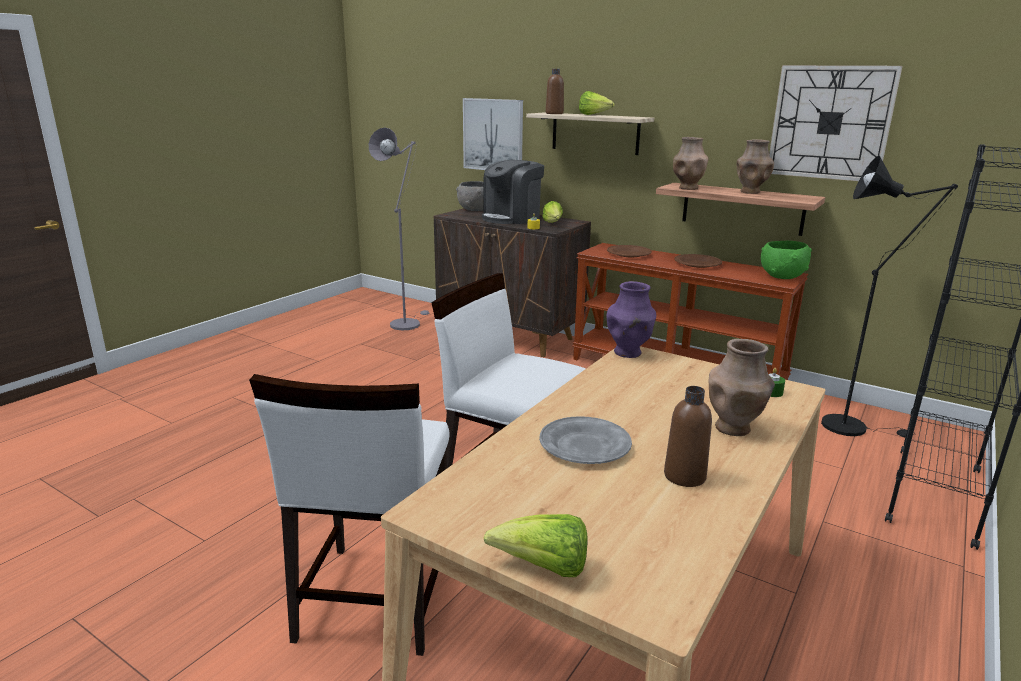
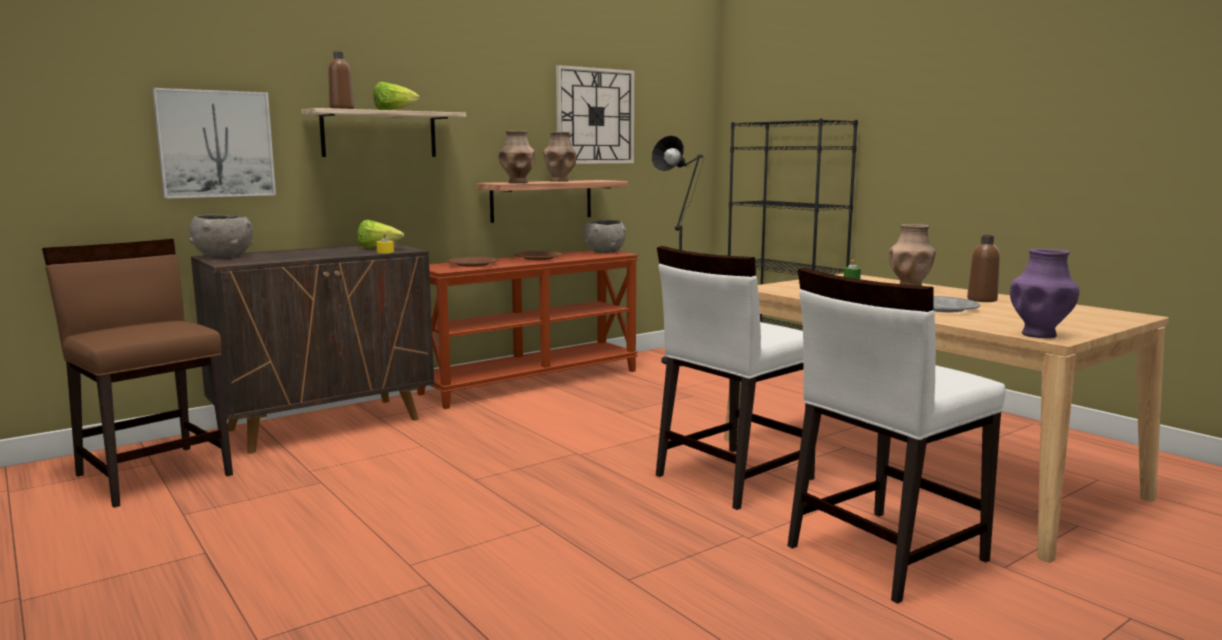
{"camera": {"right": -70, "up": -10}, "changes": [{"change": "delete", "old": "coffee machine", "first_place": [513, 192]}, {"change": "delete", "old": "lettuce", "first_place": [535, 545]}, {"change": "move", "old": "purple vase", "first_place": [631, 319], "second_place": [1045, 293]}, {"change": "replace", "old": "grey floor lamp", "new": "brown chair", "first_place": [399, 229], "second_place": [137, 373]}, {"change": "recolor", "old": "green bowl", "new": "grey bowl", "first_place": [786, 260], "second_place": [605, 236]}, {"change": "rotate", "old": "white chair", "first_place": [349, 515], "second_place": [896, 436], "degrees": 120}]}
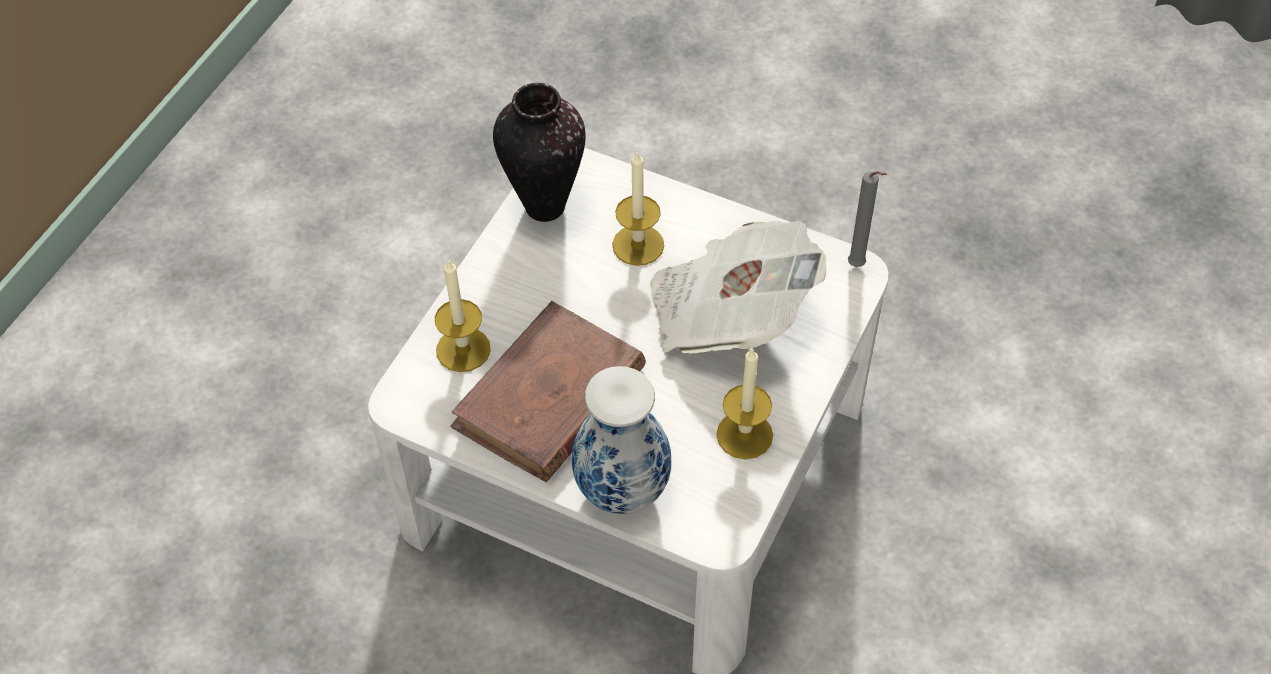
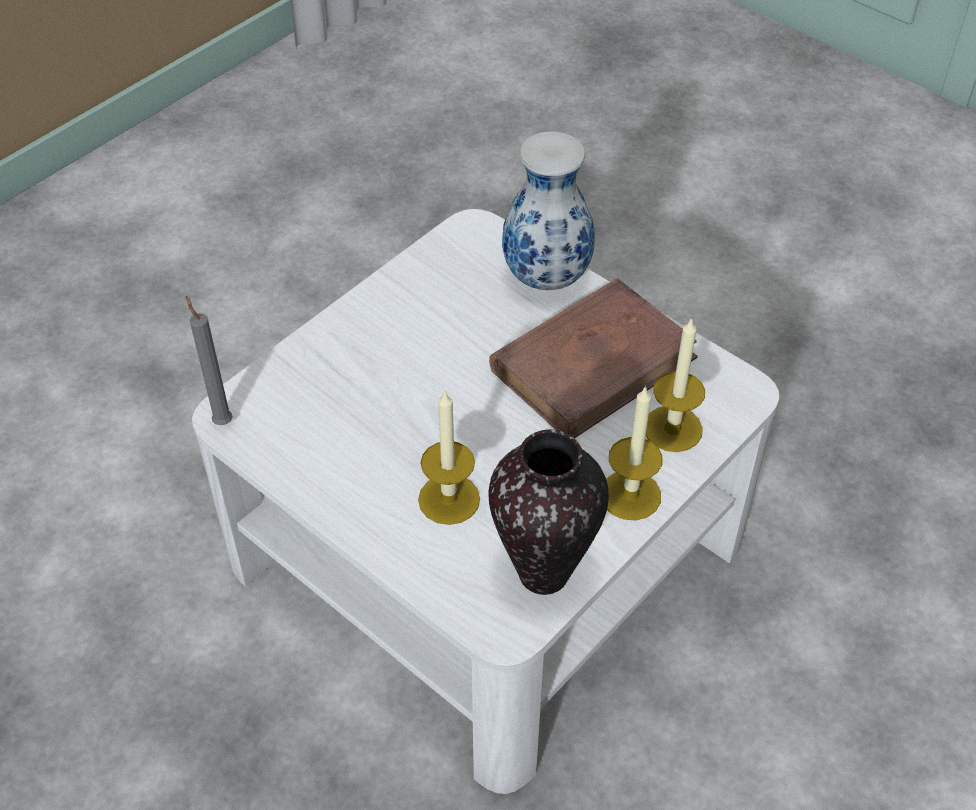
{"camera": {"right": -165, "up": -5}, "changes": [{"change": "delete", "old": "newspaper", "first_place": [738, 287]}, {"change": "move", "old": "candle", "first_place": [744, 403], "second_place": [634, 452]}]}
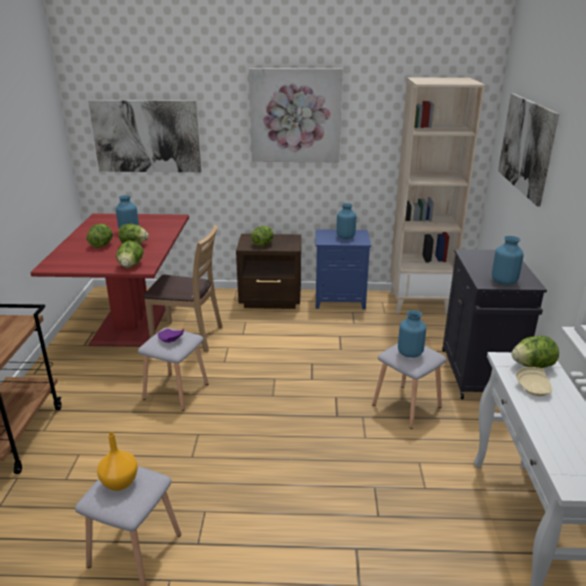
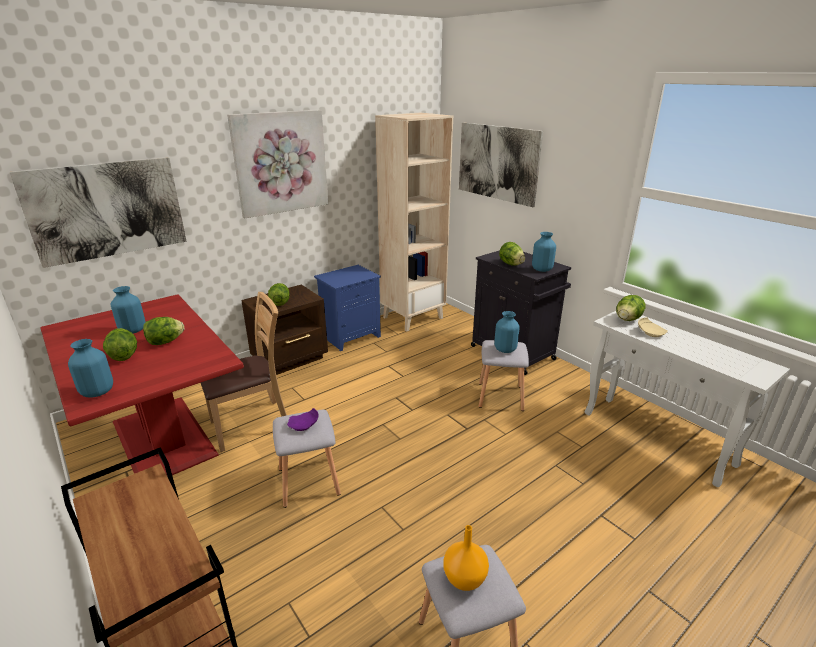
{"camera": {"right": -40, "up": 0}, "changes": [{"change": "move", "old": "lettuce", "first_place": [130, 254], "second_place": [512, 254]}, {"change": "move", "old": "blue vase", "first_place": [346, 221], "second_place": [90, 368]}]}
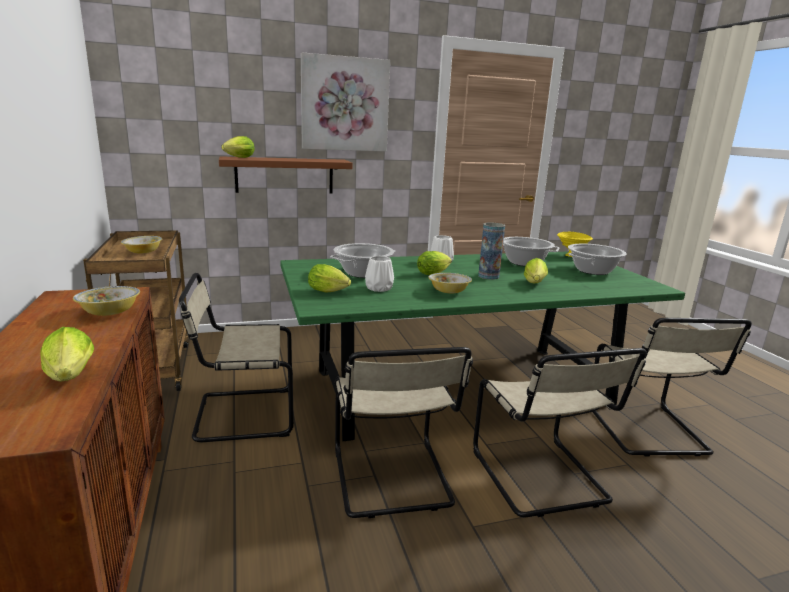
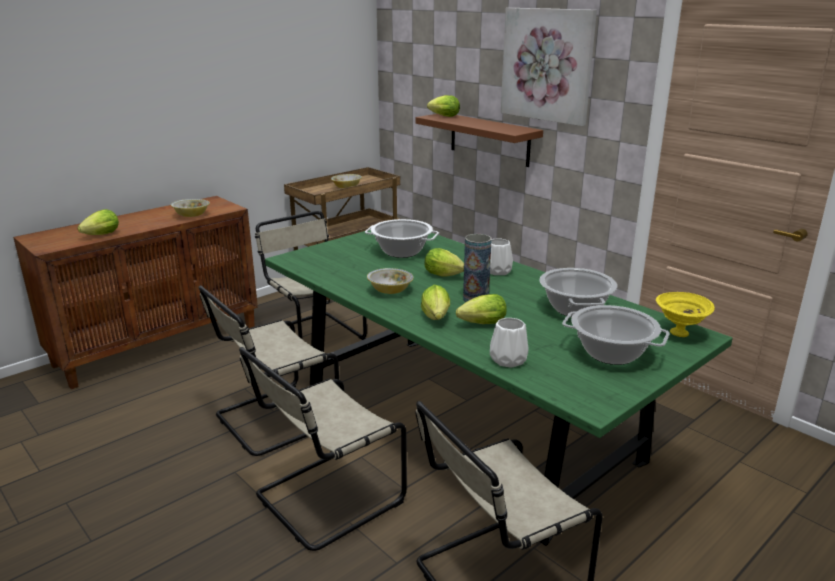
{"camera": {"right": 65, "up": 5}, "changes": [{"change": "move", "old": "lettuce", "first_place": [329, 278], "second_place": [435, 302]}, {"change": "move", "old": "white vase", "first_place": [379, 274], "second_place": [509, 343]}]}
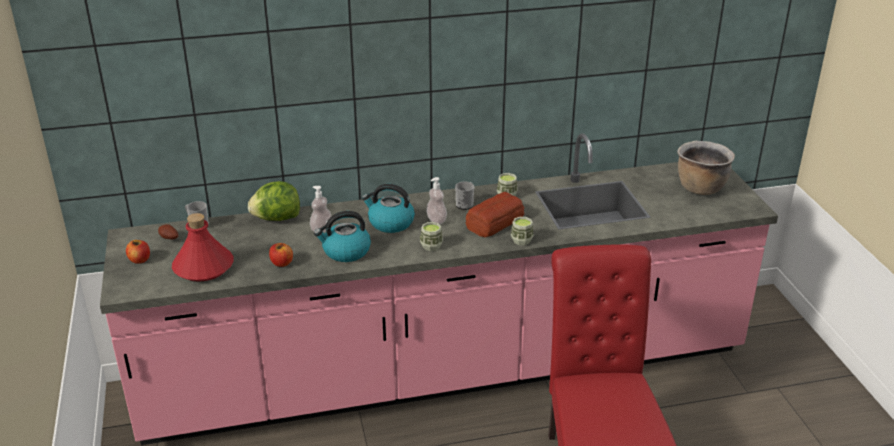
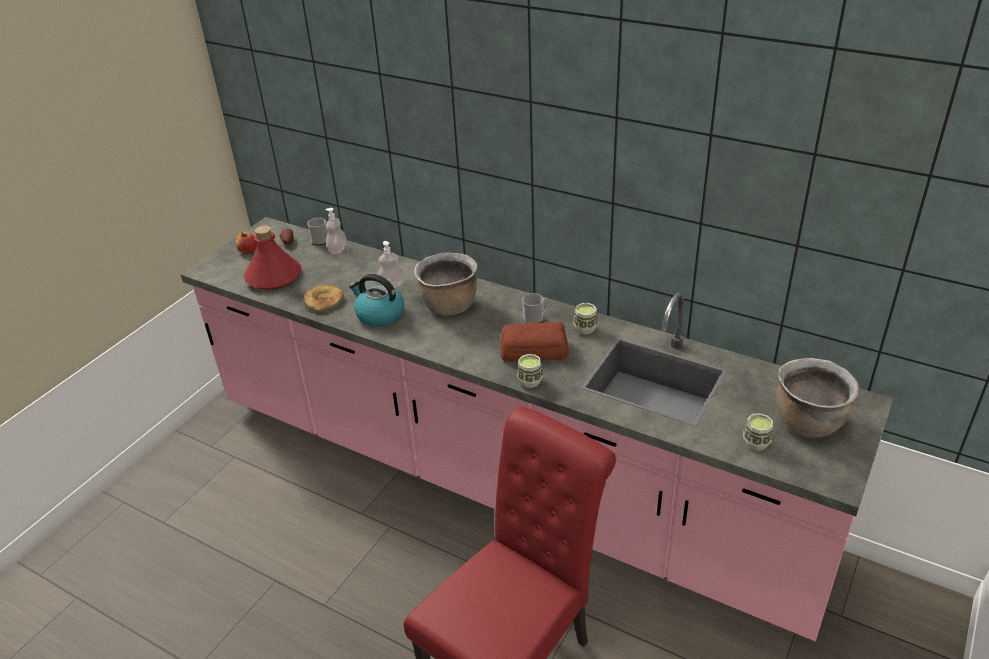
{"camera": {"right": 45, "up": 5}, "changes": [{"change": "delete", "old": "lettuce", "first_place": [274, 201]}, {"change": "move", "old": "cup", "first_place": [431, 236], "second_place": [758, 432]}, {"change": "move", "old": "soap dispenser", "first_place": [436, 200], "second_place": [335, 231]}, {"change": "replace", "old": "apple", "new": "bread", "first_place": [281, 255], "second_place": [323, 298]}, {"change": "replace", "old": "kettle", "new": "brown cooking pot", "first_place": [388, 208], "second_place": [445, 284]}]}
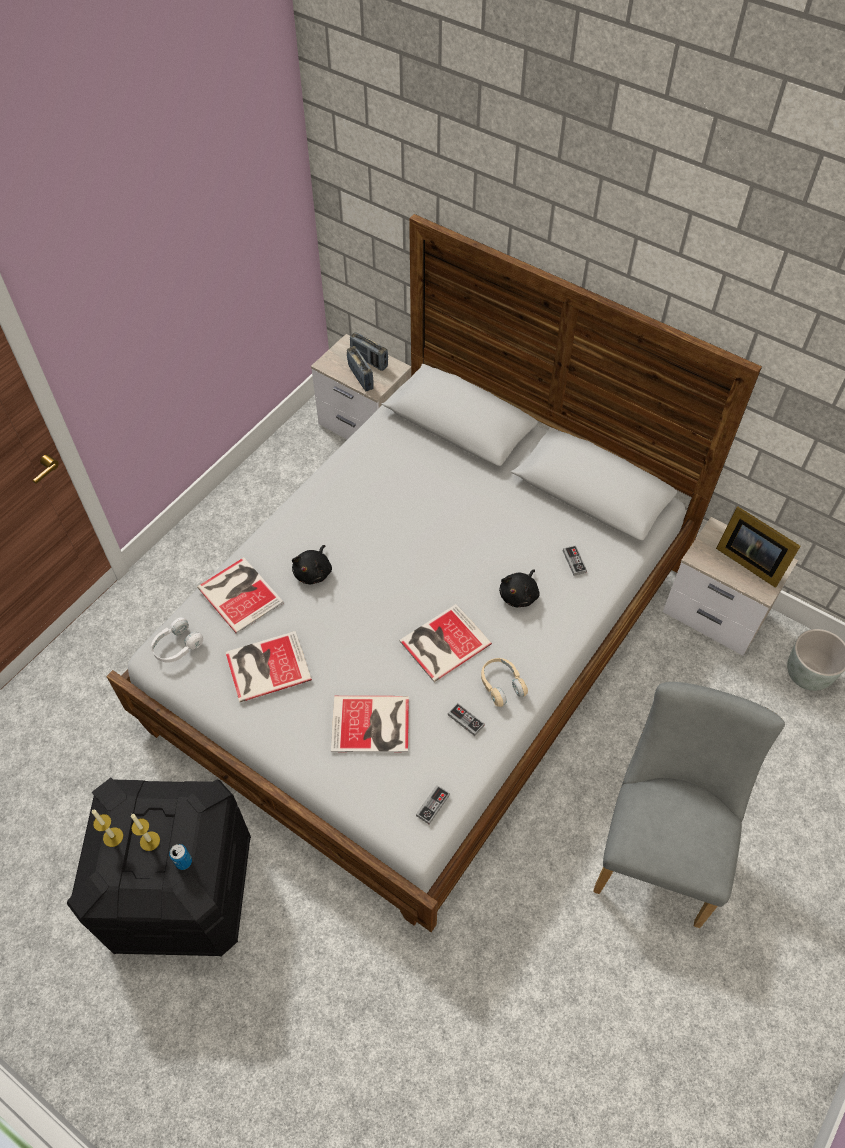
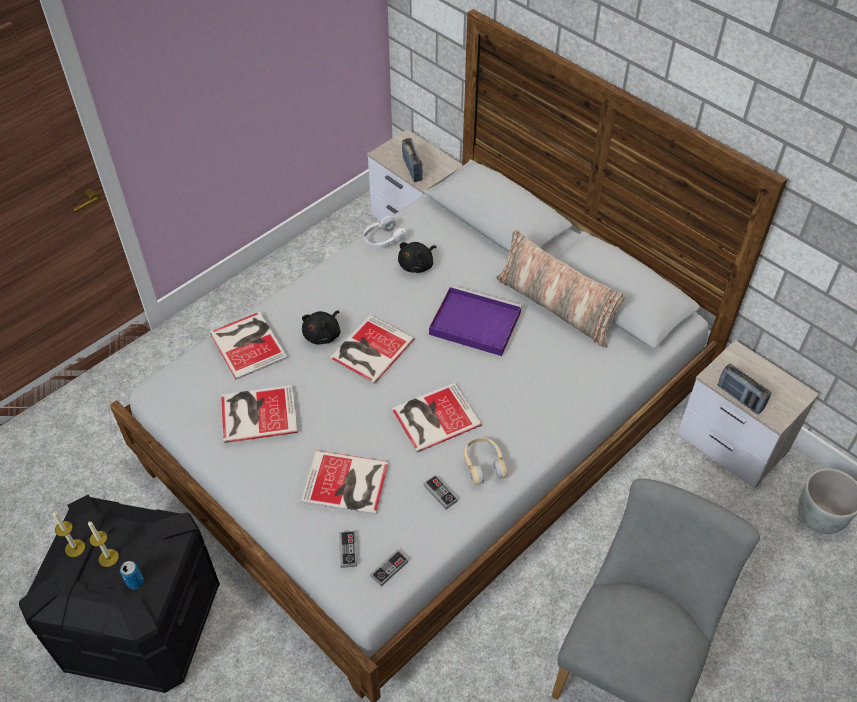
{"camera": {"right": 10, "up": -5}, "changes": [{"change": "delete", "old": "picture frame", "first_place": [758, 547]}, {"change": "insert", "new": "book", "second_place": [371, 349]}, {"change": "insert", "new": "purple tray", "second_place": [475, 320]}, {"change": "insert", "new": "pillow", "second_place": [561, 289]}, {"change": "move", "old": "white headphones", "first_place": [177, 640], "second_place": [385, 232]}, {"change": "move", "old": "radio", "first_place": [369, 351], "second_place": [744, 389]}, {"change": "move", "old": "black plush toy", "first_place": [519, 588], "second_place": [417, 257]}, {"change": "move", "old": "game controller", "first_place": [575, 560], "second_place": [348, 549]}]}
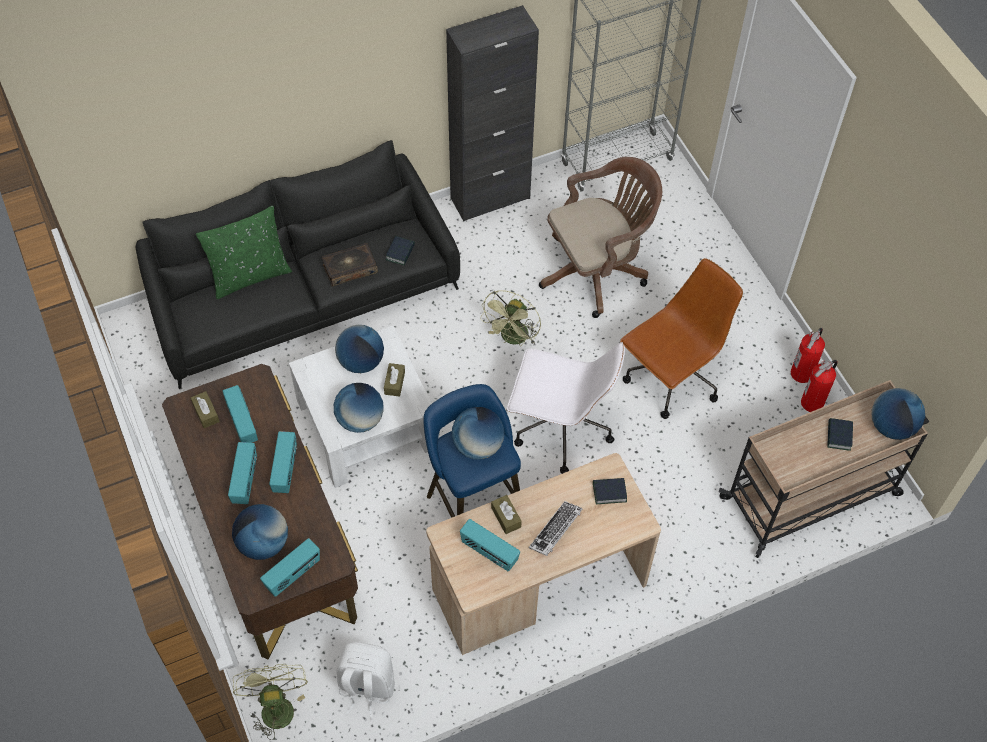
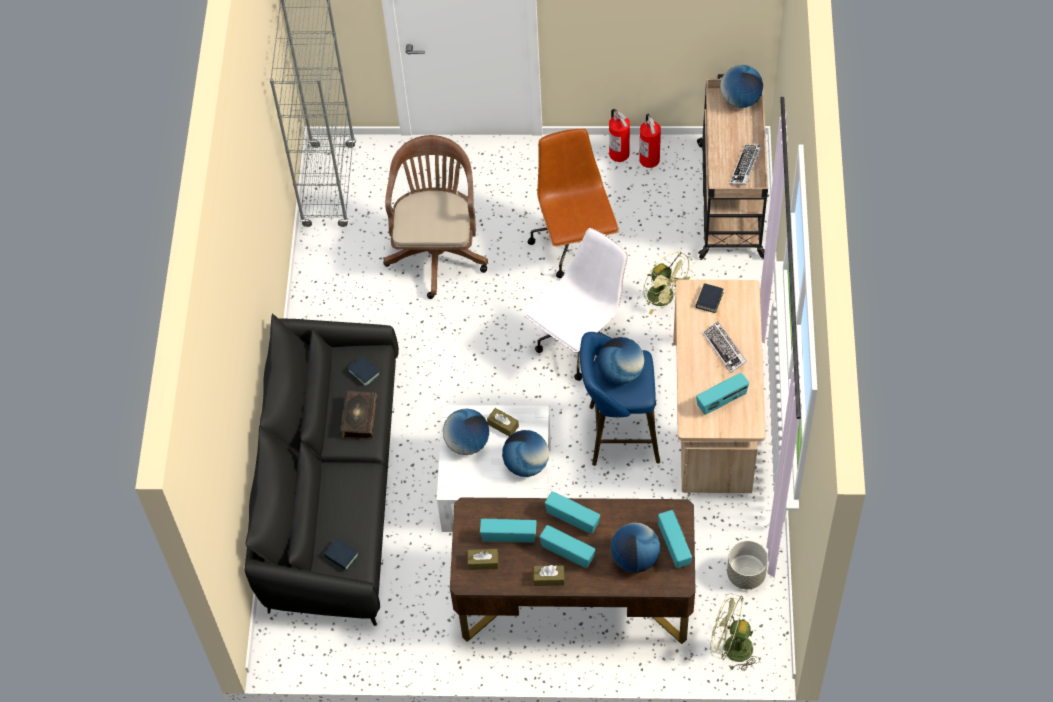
{"camera": {"right": -60, "up": 0}, "changes": [{"change": "delete", "old": "green pillow", "first_place": [244, 252]}, {"change": "delete", "old": "black cabinet", "first_place": [492, 113]}, {"change": "insert", "new": "keyboard", "second_place": [746, 165]}, {"change": "move", "old": "green fan", "first_place": [510, 318], "second_place": [669, 283]}, {"change": "move", "old": "brown tissue box", "first_place": [506, 514], "second_place": [549, 575]}, {"change": "move", "old": "book", "first_place": [840, 434], "second_place": [341, 555]}, {"change": "replace", "old": "white backpack", "new": "grey planter", "first_place": [366, 681], "second_place": [747, 565]}]}
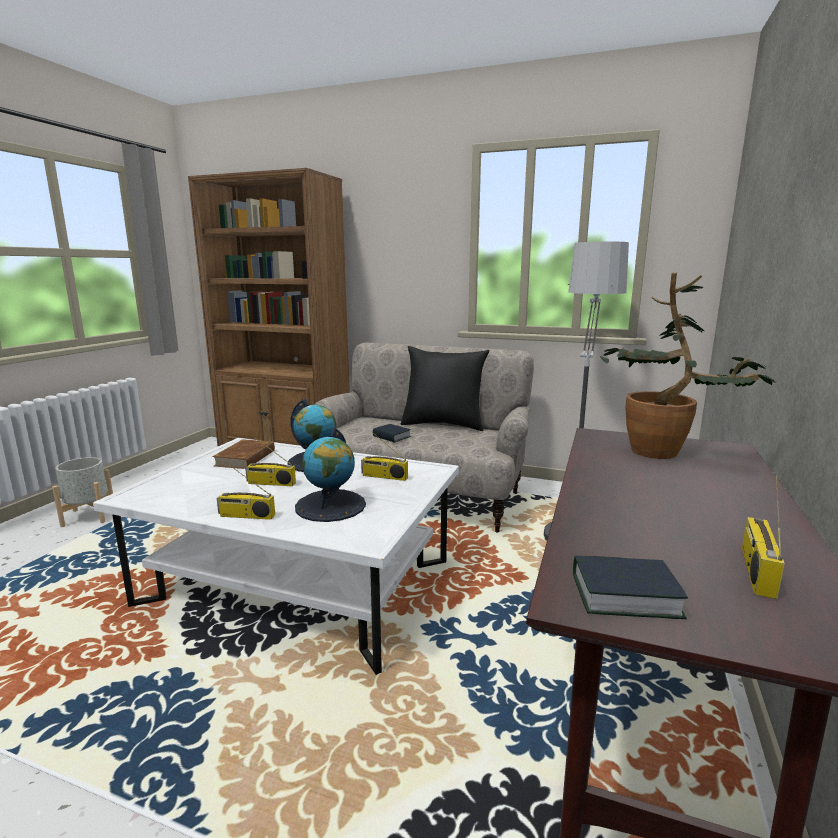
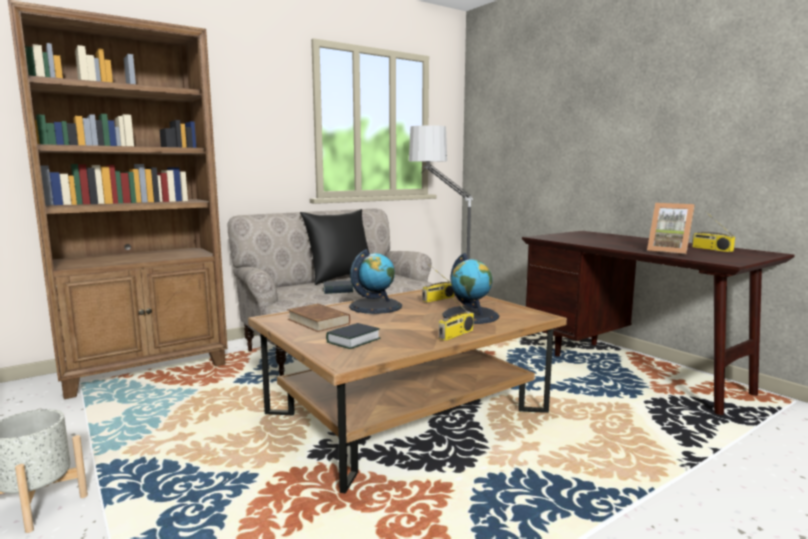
{"camera": {"right": -55, "up": -5}, "changes": [{"change": "delete", "old": "radio", "first_place": [270, 462]}, {"change": "delete", "old": "potted plant", "first_place": [688, 365]}, {"change": "insert", "new": "picture frame", "second_place": [671, 228]}, {"change": "move", "old": "book", "first_place": [630, 587], "second_place": [353, 336]}, {"change": "recolor", "old": "white coffee table", "new": "brown coffee table", "first_place": [276, 556], "second_place": [407, 391]}]}
